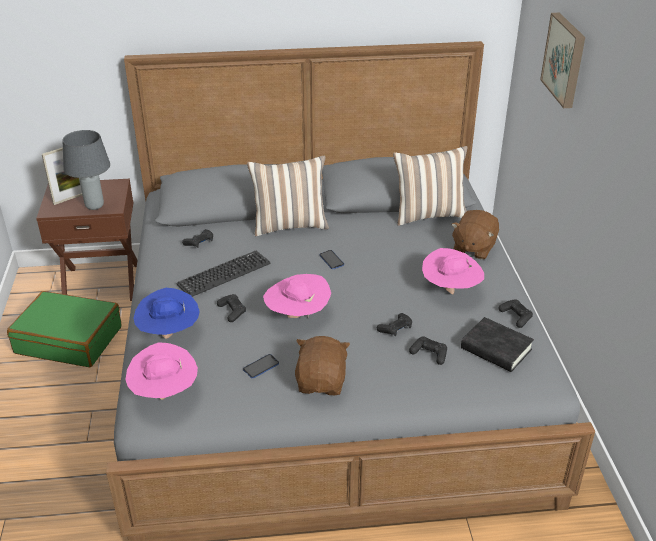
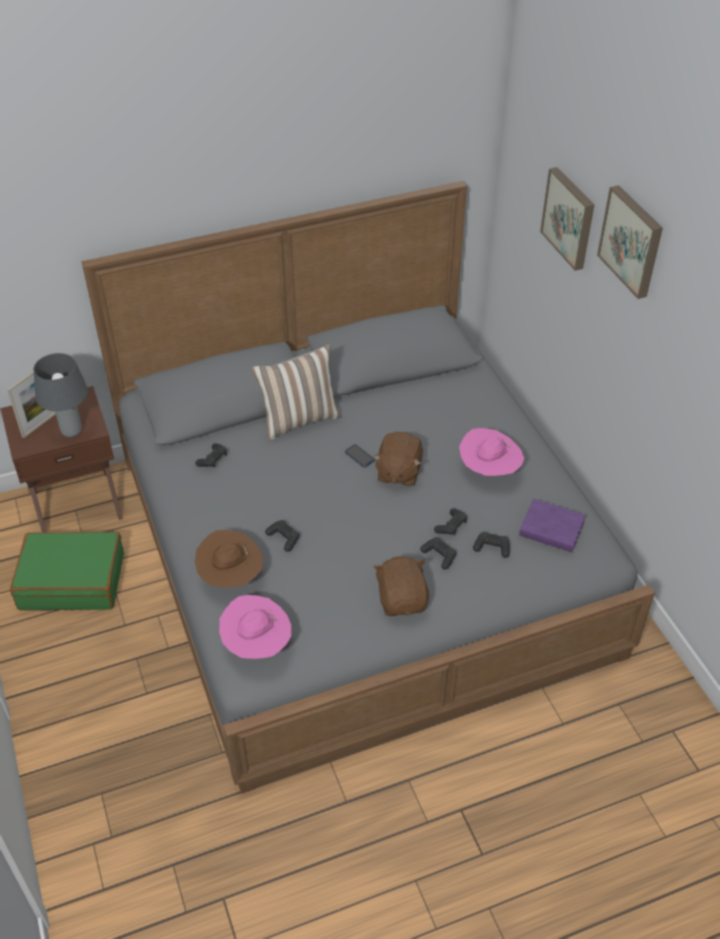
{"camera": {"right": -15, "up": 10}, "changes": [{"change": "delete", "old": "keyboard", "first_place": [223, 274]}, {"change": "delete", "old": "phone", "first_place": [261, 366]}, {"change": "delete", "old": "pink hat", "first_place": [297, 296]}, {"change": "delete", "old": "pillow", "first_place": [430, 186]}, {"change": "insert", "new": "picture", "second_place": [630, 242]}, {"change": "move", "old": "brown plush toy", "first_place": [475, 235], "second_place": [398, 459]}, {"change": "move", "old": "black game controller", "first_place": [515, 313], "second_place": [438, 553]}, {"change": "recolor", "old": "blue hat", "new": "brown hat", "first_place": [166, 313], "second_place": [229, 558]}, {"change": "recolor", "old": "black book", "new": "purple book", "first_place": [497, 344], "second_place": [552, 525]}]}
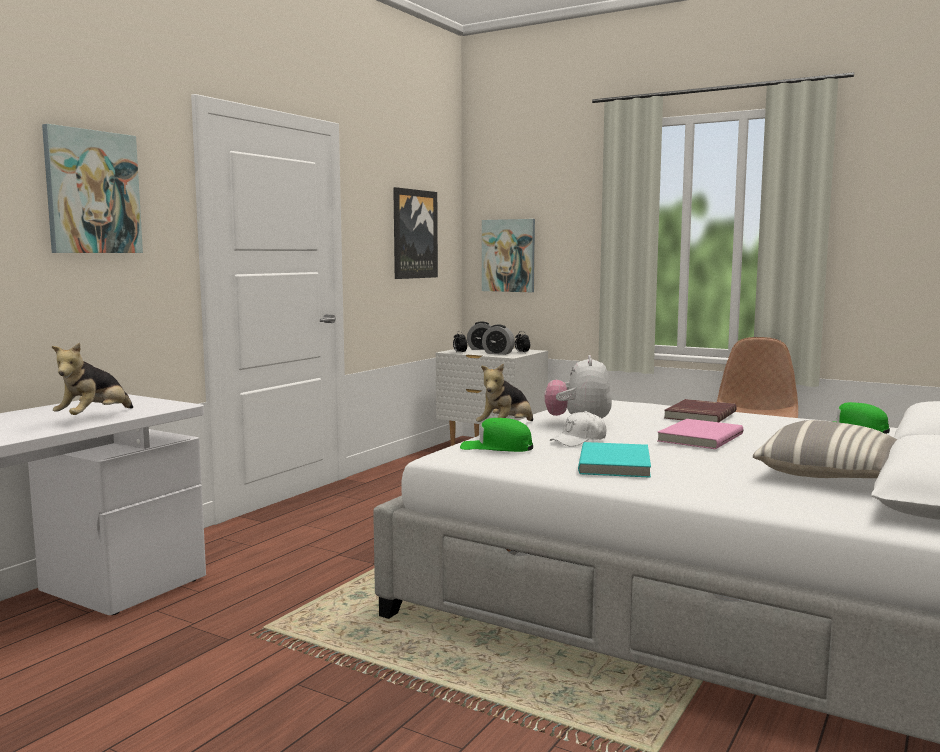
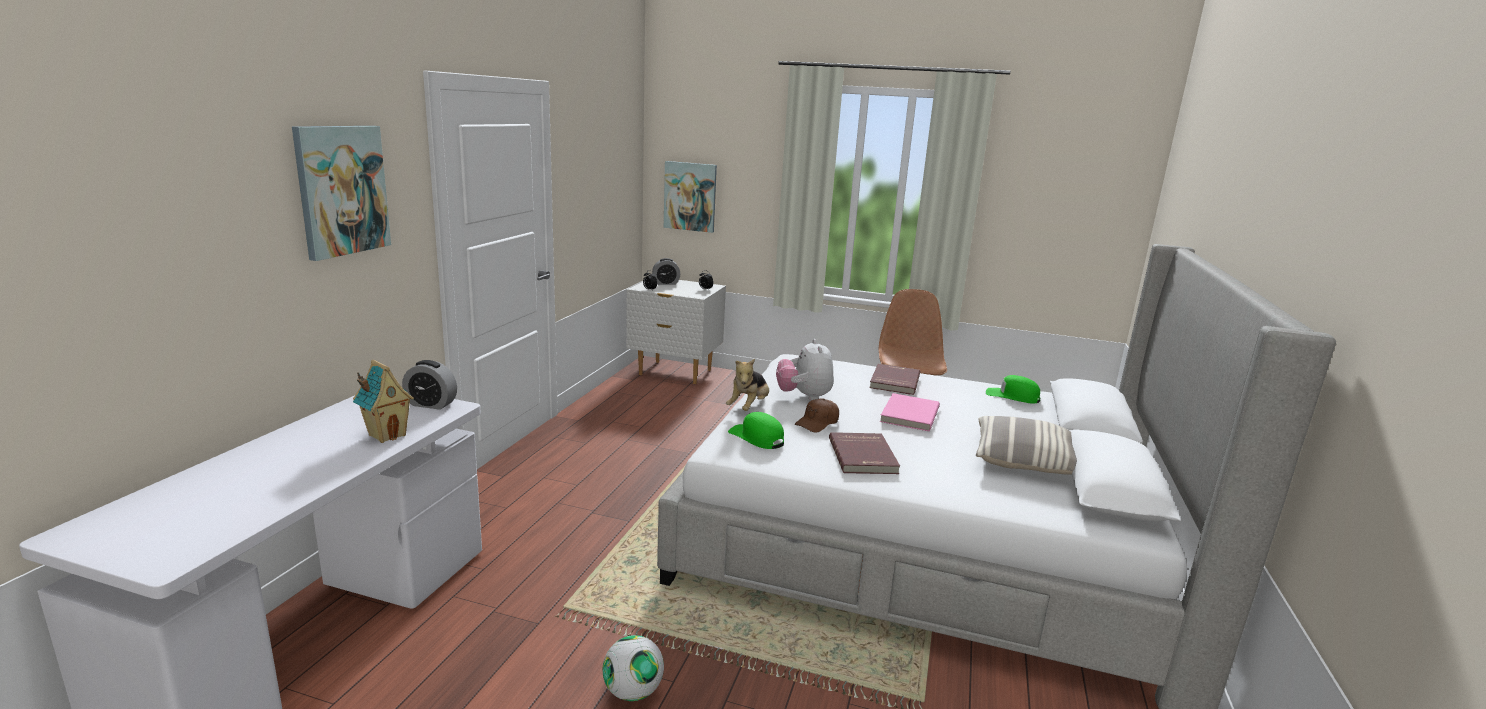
{"camera": {"right": -15, "up": 10}, "changes": [{"change": "delete", "old": "picture", "first_place": [415, 233]}, {"change": "insert", "new": "football", "second_place": [633, 668]}, {"change": "move", "old": "alarm clock", "first_place": [498, 339], "second_place": [429, 385]}, {"change": "replace", "old": "plush toy", "new": "toy house", "first_place": [92, 378], "second_place": [383, 401]}, {"change": "recolor", "old": "white cap", "new": "brown cap", "first_place": [578, 429], "second_place": [817, 415]}, {"change": "recolor", "old": "turquoise book", "new": "red book", "first_place": [614, 460], "second_place": [864, 453]}, {"change": "rotate", "old": "green cap", "first_place": [496, 435], "second_place": [756, 430], "degrees": 45}]}
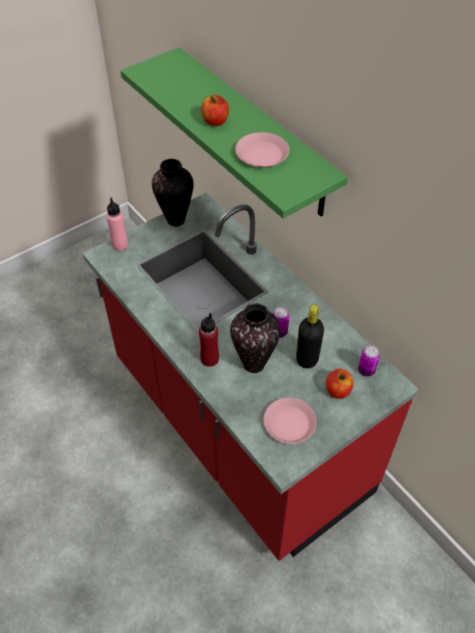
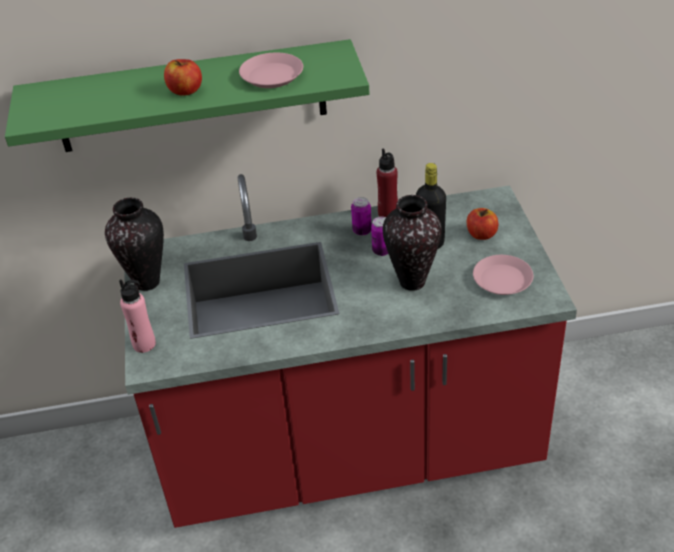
{"camera": {"right": -60, "up": -10}, "changes": [{"change": "move", "old": "red bottle", "first_place": [209, 340], "second_place": [387, 182]}, {"change": "move", "old": "can", "first_place": [369, 361], "second_place": [361, 216]}]}
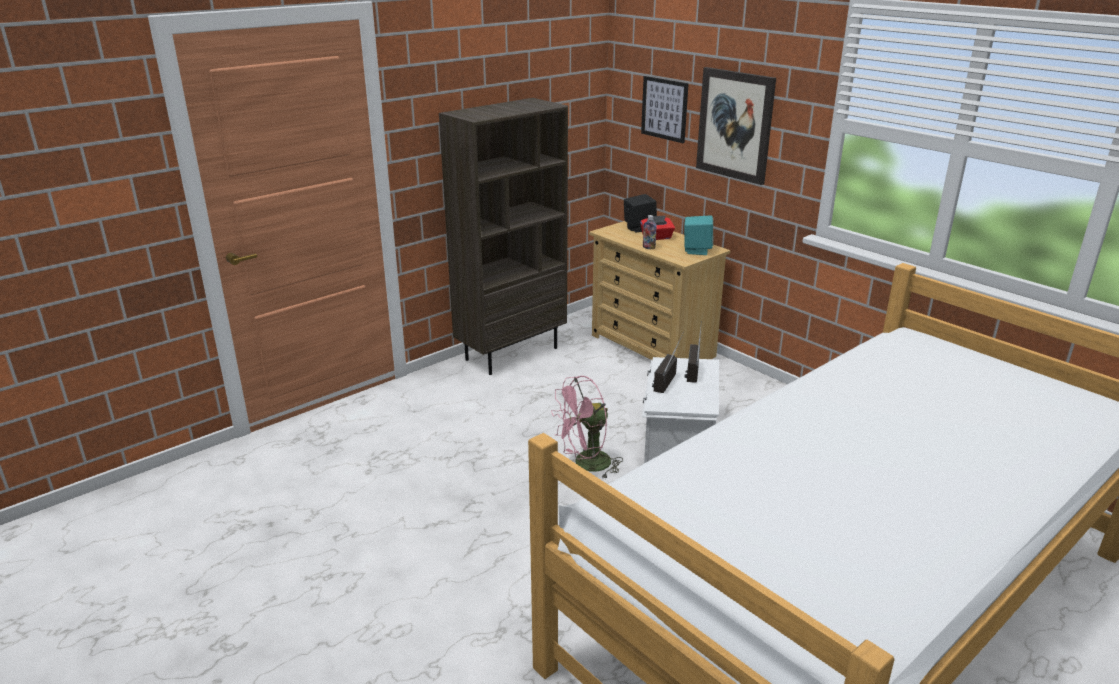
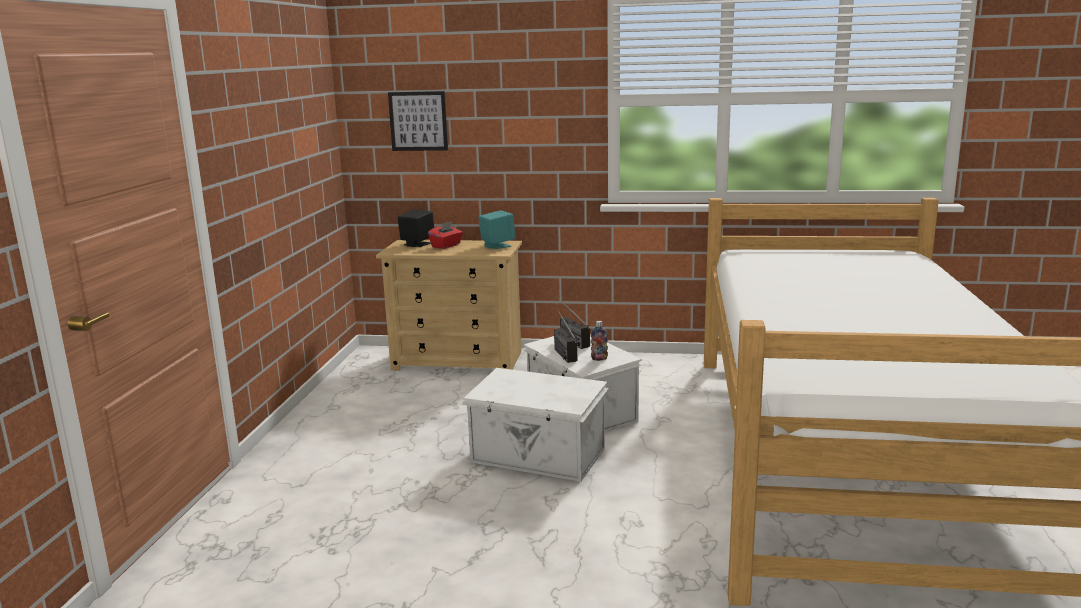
{"camera": {"right": -40, "up": -10}, "changes": [{"change": "delete", "old": "brown bookcase", "first_place": [503, 236]}, {"change": "delete", "old": "picture", "first_place": [736, 126]}, {"change": "move", "old": "bottle", "first_place": [650, 232], "second_place": [599, 341]}, {"change": "replace", "old": "pink fan", "new": "white storage box", "first_place": [587, 427], "second_place": [535, 425]}]}
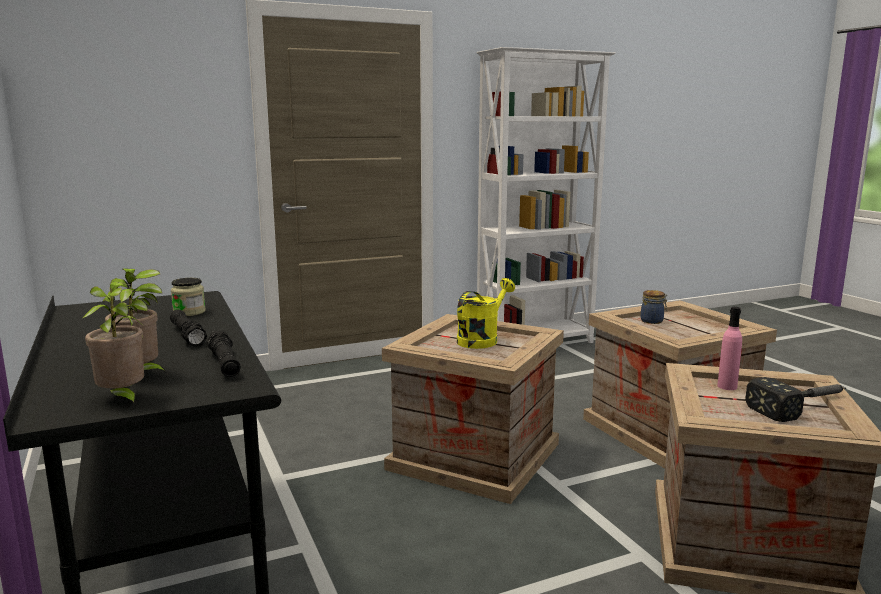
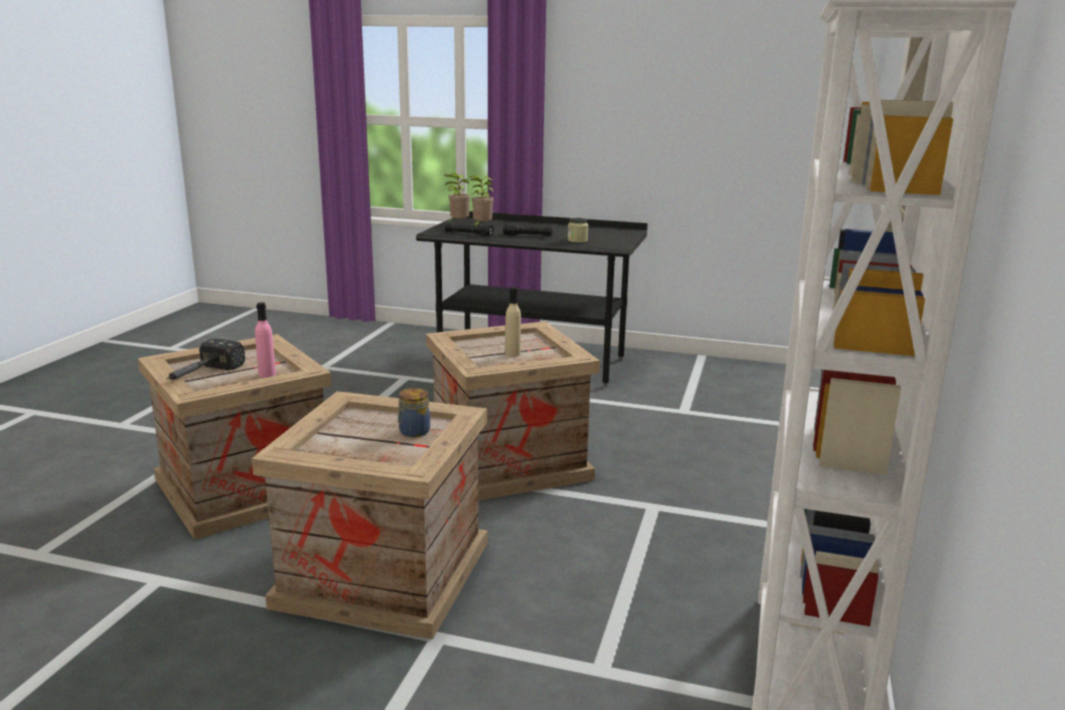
{"camera": {"right": 130, "up": 5}, "changes": [{"change": "replace", "old": "yellow watering can", "new": "beige bottle", "first_place": [486, 313], "second_place": [513, 322]}]}
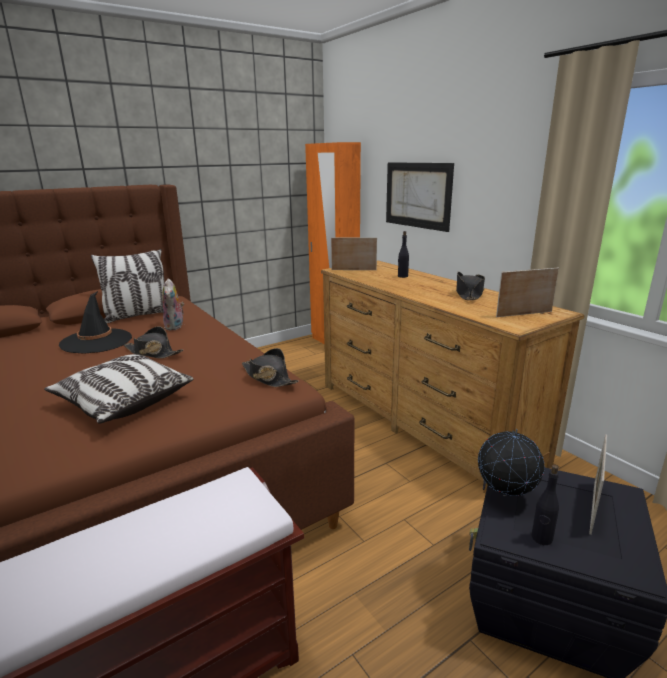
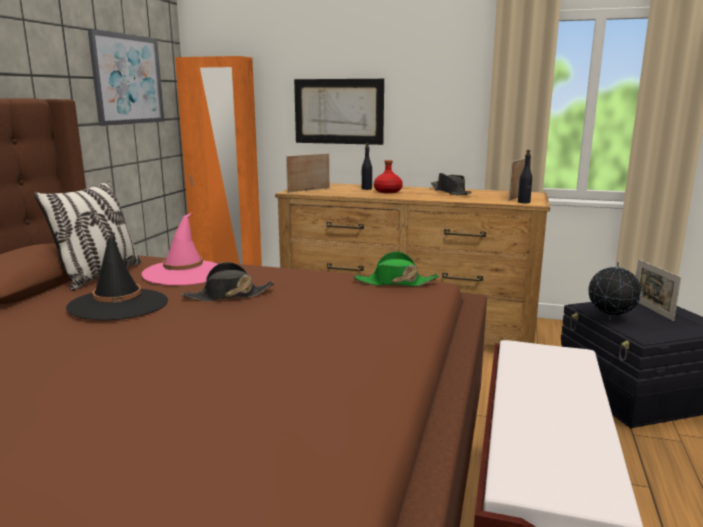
{"camera": {"right": -40, "up": -5}, "changes": [{"change": "delete", "old": "pillow", "first_place": [118, 389]}, {"change": "insert", "new": "picture", "second_place": [126, 77]}, {"change": "insert", "new": "red bottle", "second_place": [388, 176]}, {"change": "move", "old": "black bottle", "first_place": [545, 505], "second_place": [525, 176]}, {"change": "replace", "old": "plush toy", "new": "pink hat", "first_place": [173, 304], "second_place": [179, 248]}, {"change": "recolor", "old": "black hat", "new": "green hat", "first_place": [270, 367], "second_place": [396, 268]}]}
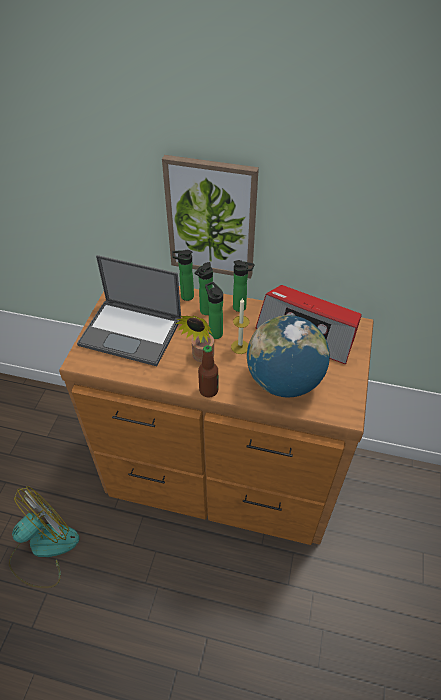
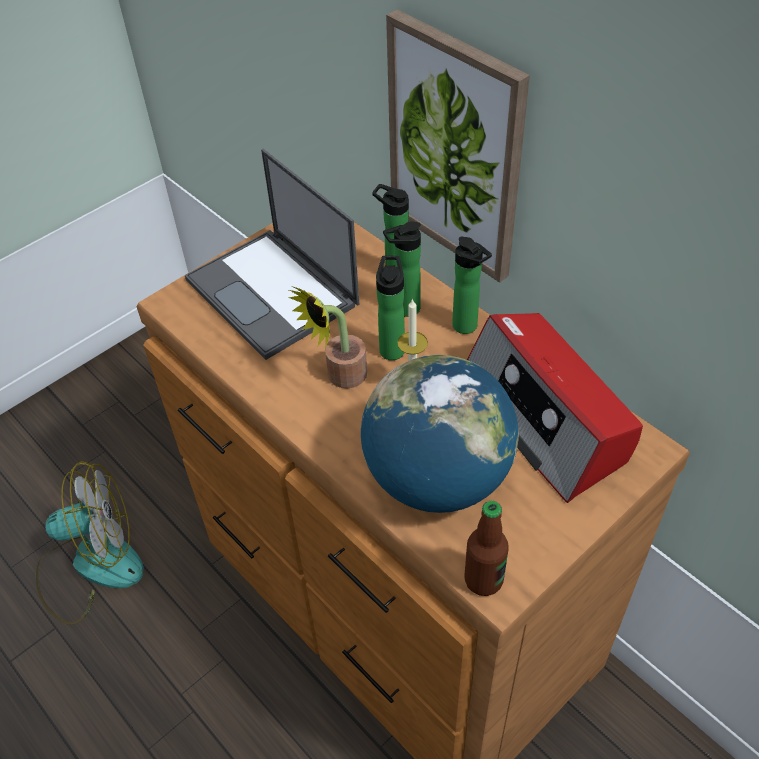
{"camera": {"right": 35, "up": 0}, "changes": [{"change": "move", "old": "bottle", "first_place": [208, 371], "second_place": [486, 548]}]}
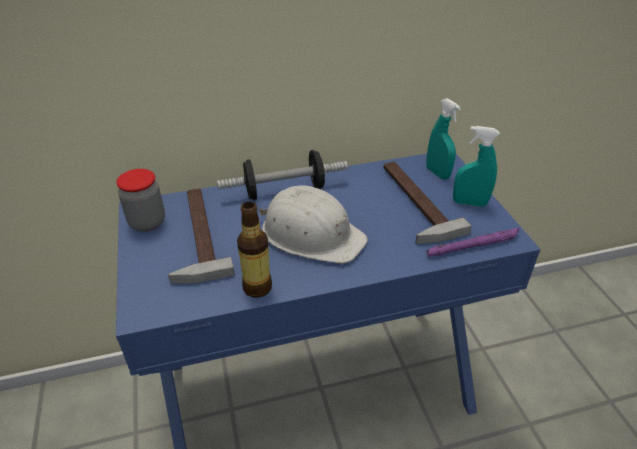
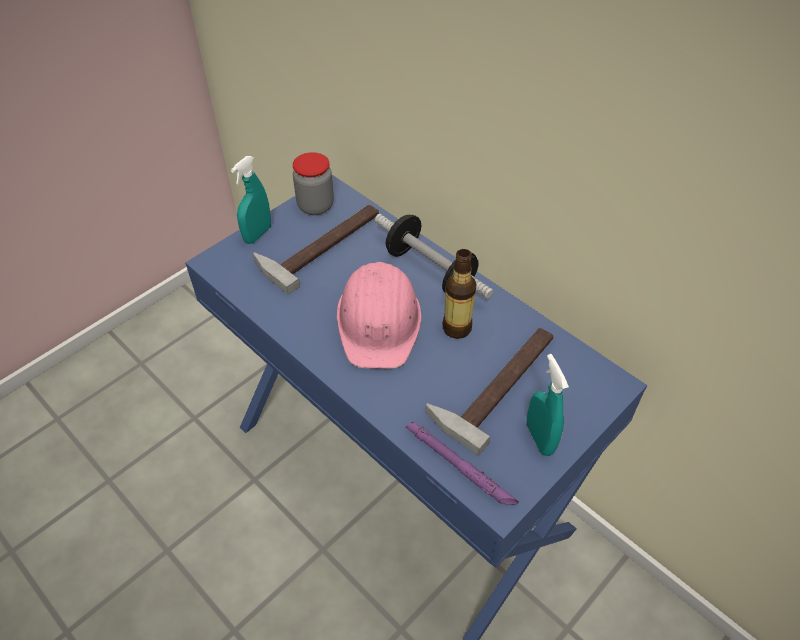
{"camera": {"right": 60, "up": 10}, "changes": [{"change": "move", "old": "bottle", "first_place": [254, 250], "second_place": [460, 294]}, {"change": "move", "old": "turquoise spray bottle", "first_place": [443, 139], "second_place": [251, 200]}, {"change": "recolor", "old": "white hard hat", "new": "pink hard hat", "first_place": [313, 224], "second_place": [379, 315]}]}
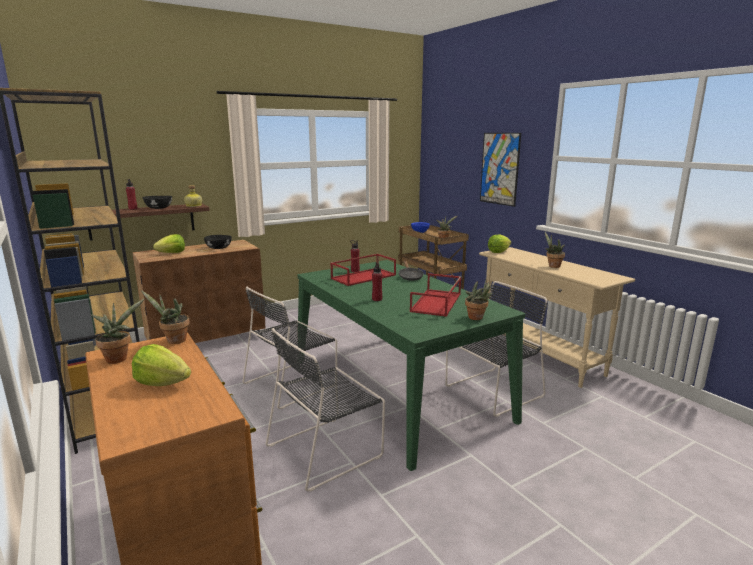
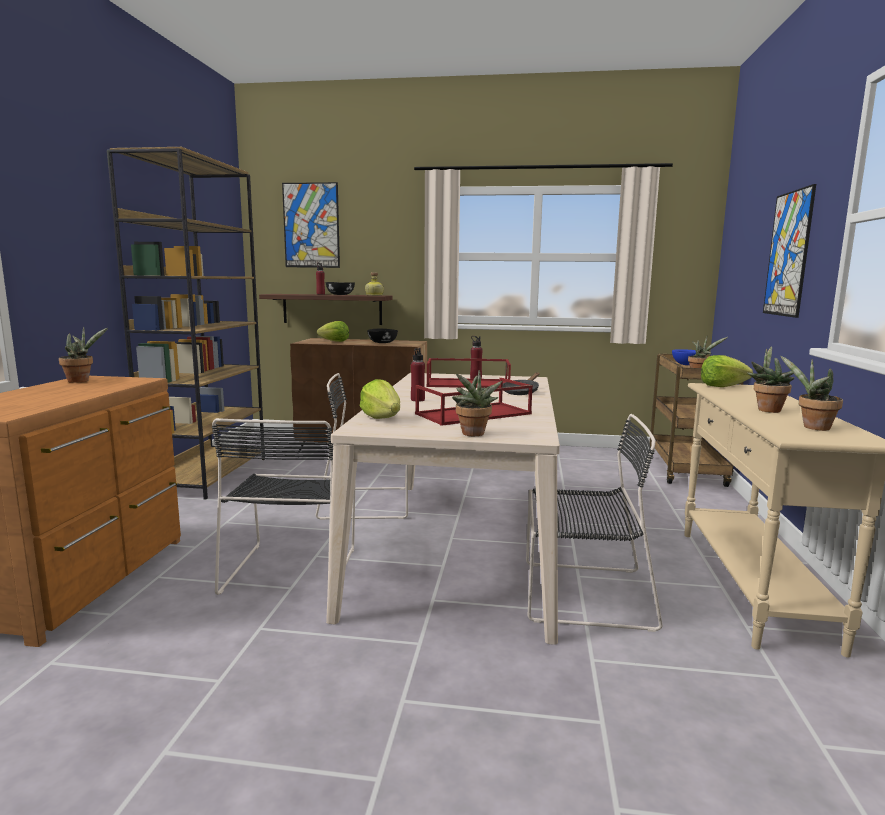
{"camera": {"right": 40, "up": -5}, "changes": [{"change": "insert", "new": "picture", "second_place": [311, 225]}, {"change": "move", "old": "lettuce", "first_place": [161, 365], "second_place": [380, 399]}, {"change": "move", "old": "potted plant", "first_place": [165, 317], "second_place": [811, 393]}, {"change": "recolor", "old": "green dining table", "new": "beige dining table", "first_place": [411, 365], "second_place": [443, 509]}, {"change": "rotate", "old": "black chair", "first_place": [325, 410], "second_place": [283, 506], "degrees": -90}]}
